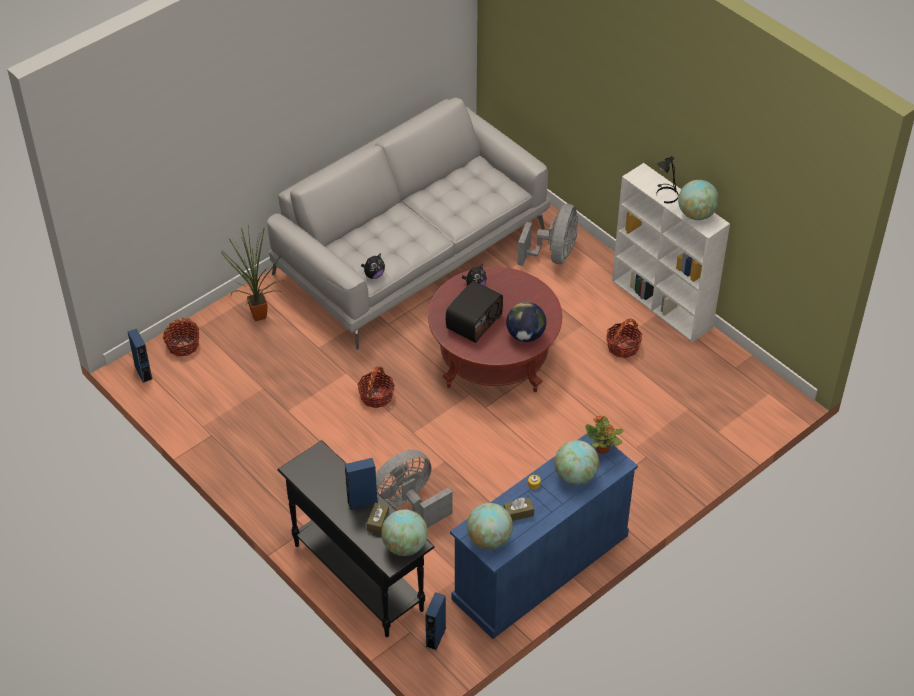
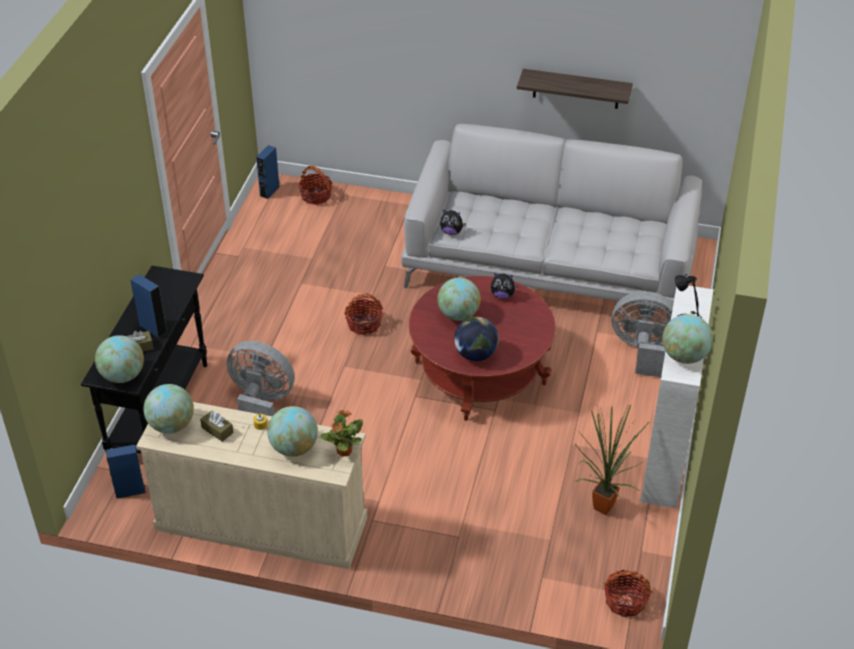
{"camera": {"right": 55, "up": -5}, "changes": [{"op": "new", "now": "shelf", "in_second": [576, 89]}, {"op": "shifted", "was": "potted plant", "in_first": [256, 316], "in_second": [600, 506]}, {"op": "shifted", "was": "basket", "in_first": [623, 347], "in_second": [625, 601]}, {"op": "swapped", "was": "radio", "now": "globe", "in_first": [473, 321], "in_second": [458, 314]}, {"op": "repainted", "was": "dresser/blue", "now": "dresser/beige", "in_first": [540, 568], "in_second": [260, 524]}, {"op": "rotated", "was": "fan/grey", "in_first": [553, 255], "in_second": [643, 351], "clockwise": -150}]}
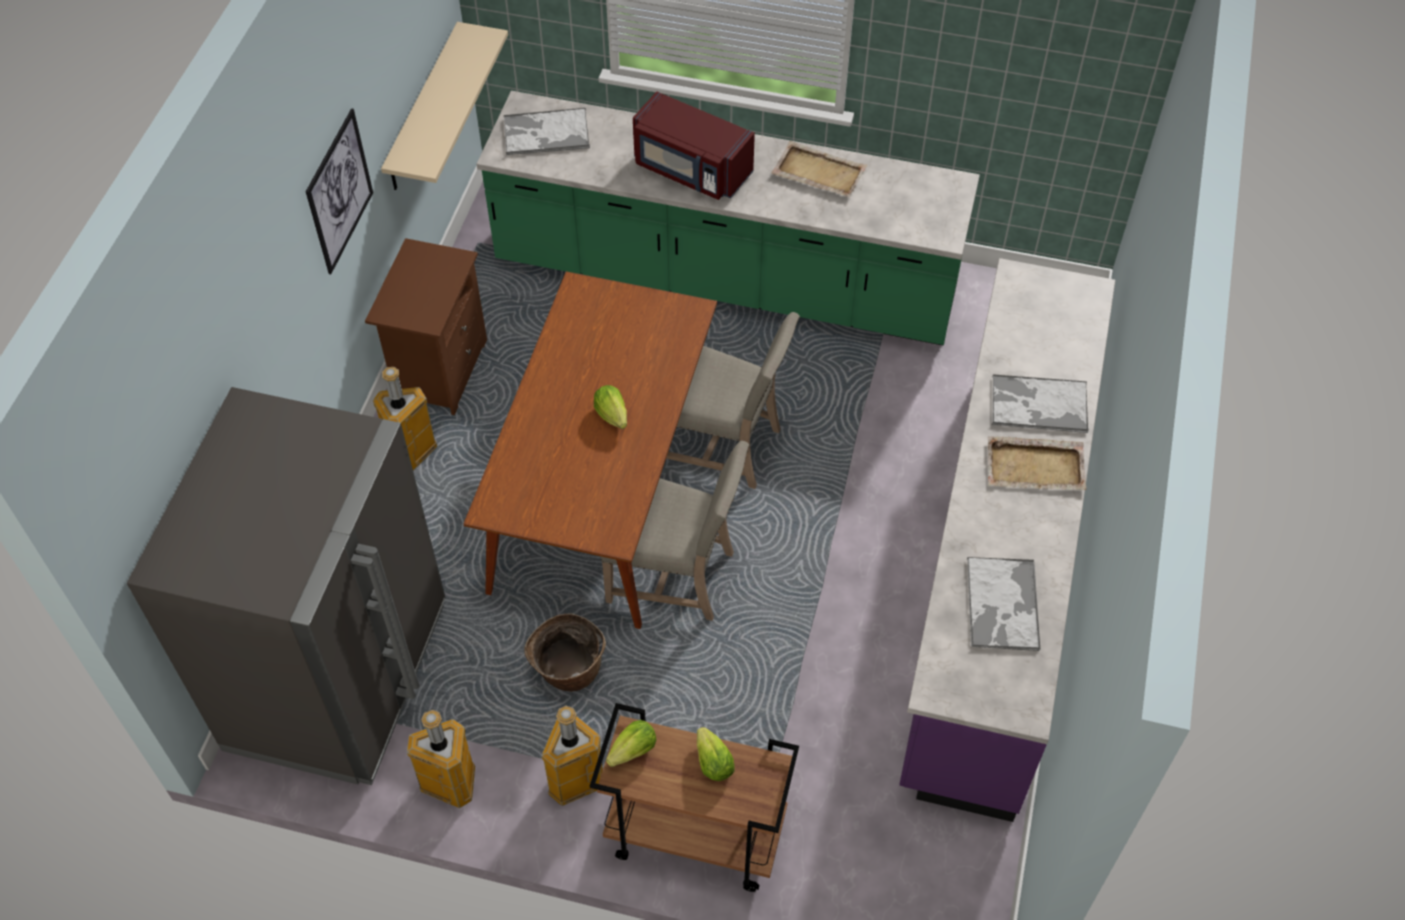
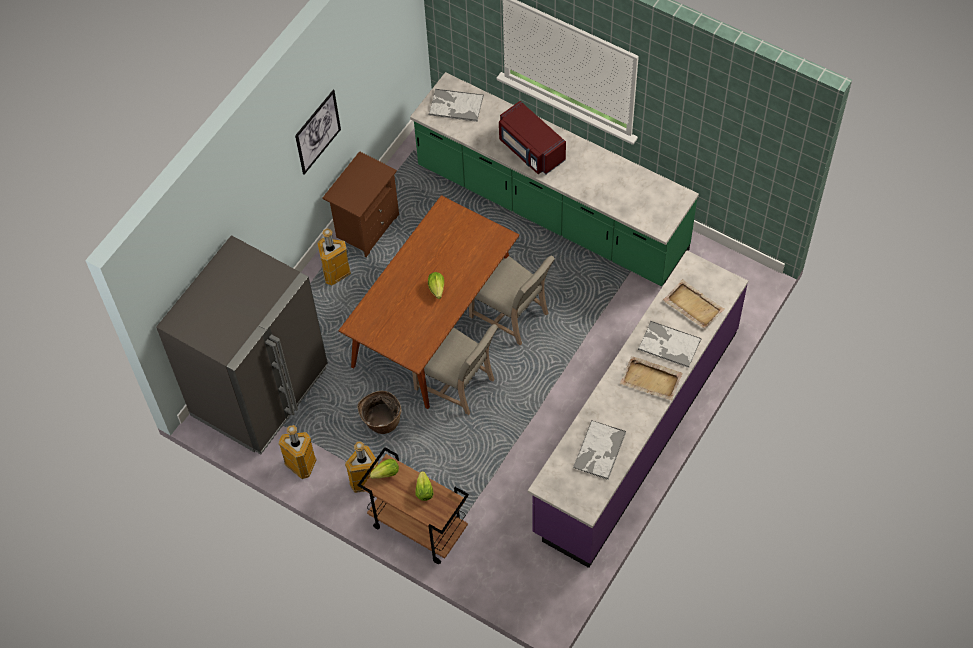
{"camera": {"right": 20, "up": 5}, "changes": [{"op": "gone", "was": "shelf/beige", "in_first": [423, 109]}, {"op": "shifted", "was": "tray/beige", "in_first": [818, 172], "in_second": [693, 305]}]}
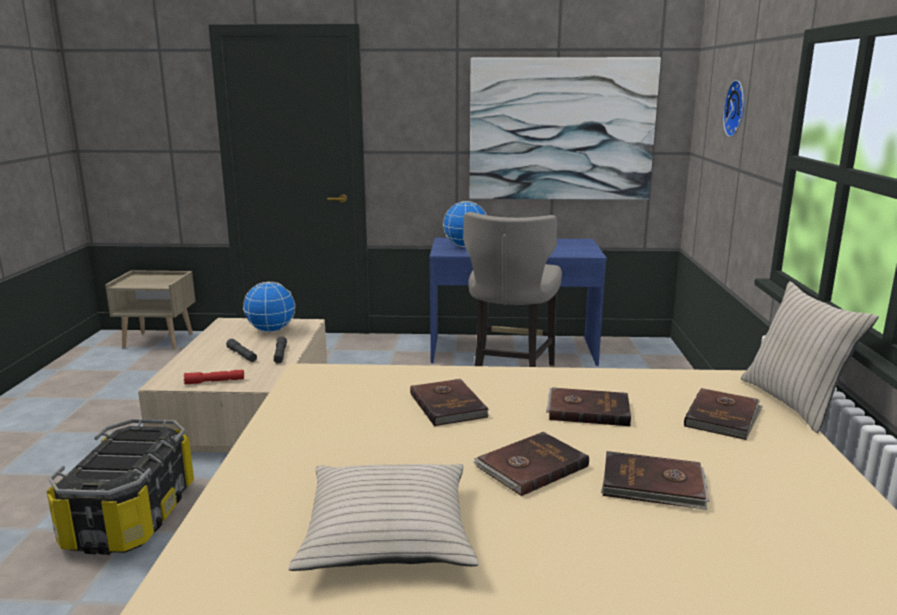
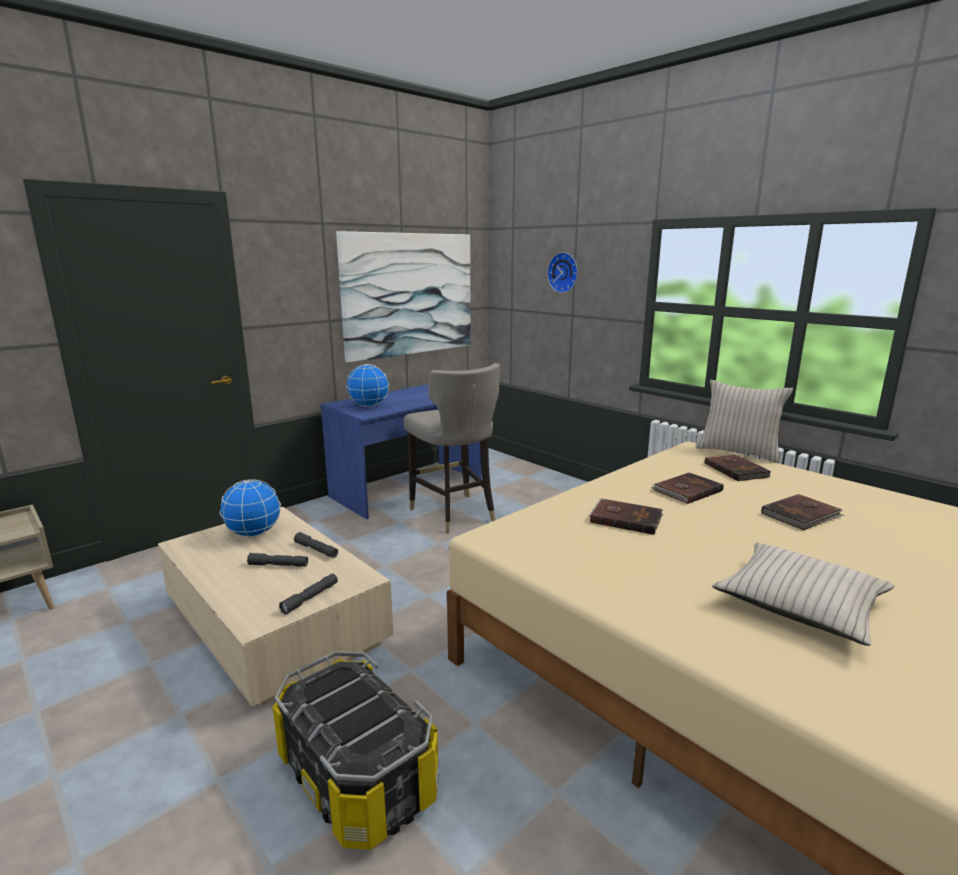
{"camera": {"right": -45, "up": 0}, "changes": [{"op": "gone", "was": "book/brown", "in_first": [530, 466]}, {"op": "repainted", "was": "flashlight/red", "now": "flashlight/grey", "in_first": [215, 381], "in_second": [310, 598]}]}
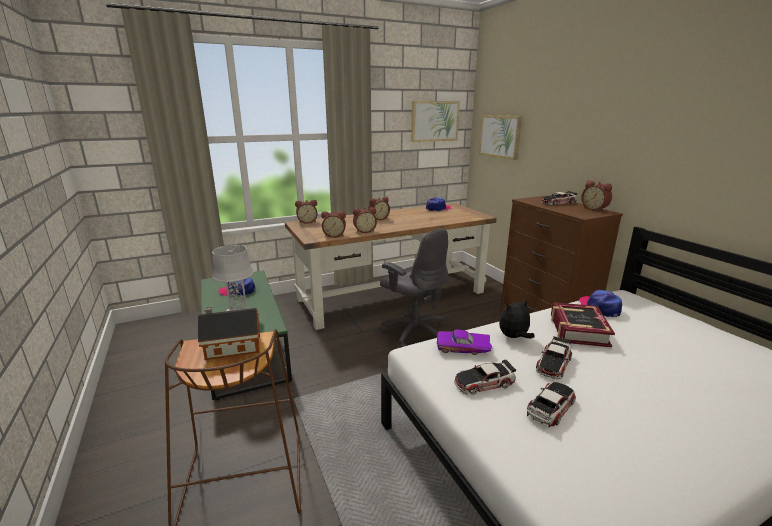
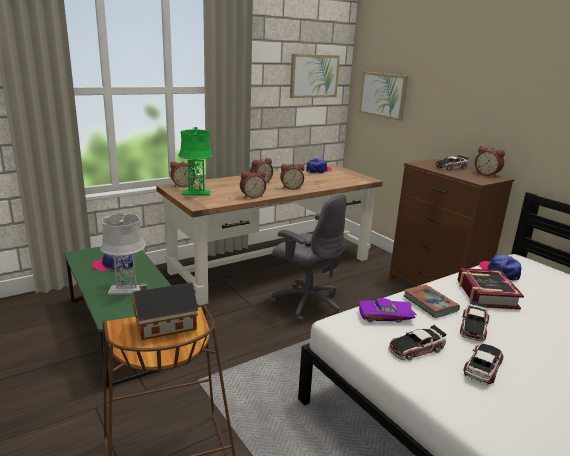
{"camera": {"right": -10, "up": 0}, "changes": [{"op": "new", "now": "table lamp/green", "in_second": [196, 193]}, {"op": "shifted", "was": "alarm clock", "in_first": [334, 235], "in_second": [291, 188]}, {"op": "swapped", "was": "plush toy", "now": "book", "in_first": [514, 337], "in_second": [430, 304]}]}
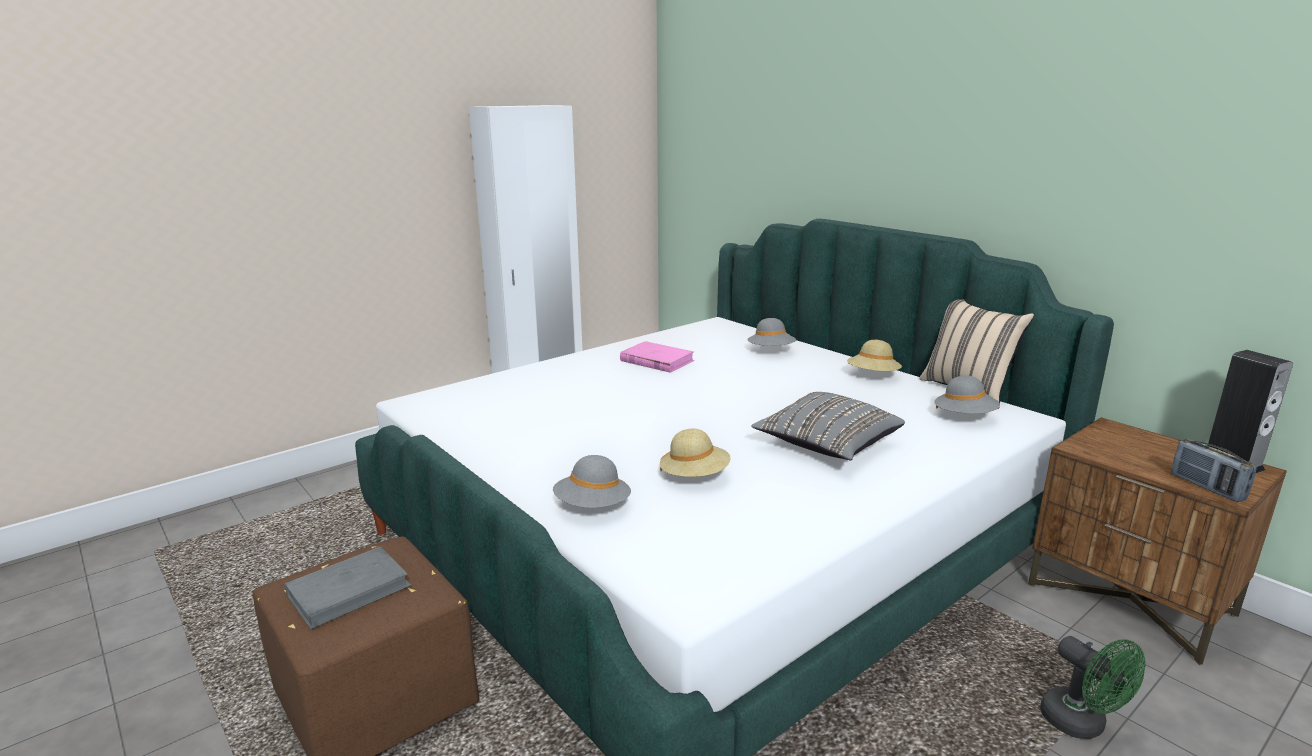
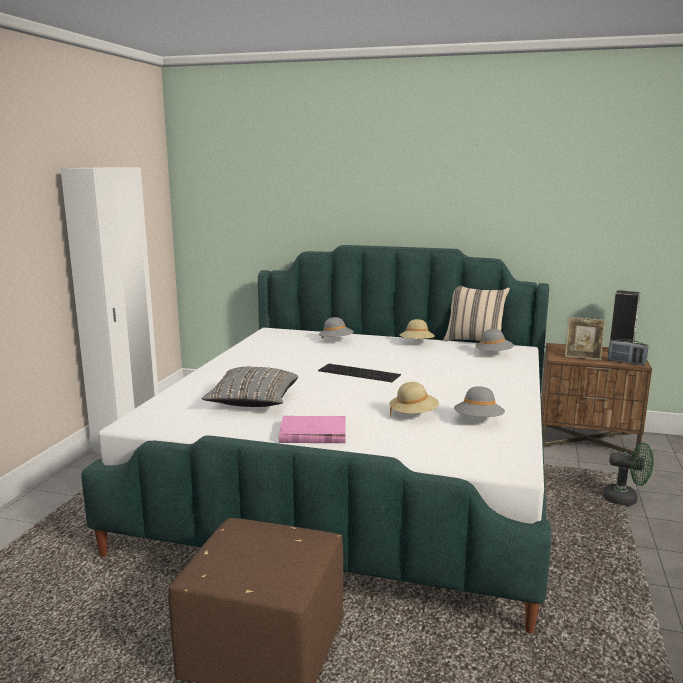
{"camera": {"right": -35, "up": -5}, "changes": [{"op": "gone", "was": "book/grey", "in_first": [349, 591]}, {"op": "new", "now": "keyboard", "in_second": [360, 372]}, {"op": "new", "now": "picture frame", "in_second": [582, 356]}, {"op": "shifted", "was": "hat/grey", "in_first": [592, 507], "in_second": [478, 421]}, {"op": "shifted", "was": "book/pink", "in_first": [656, 361], "in_second": [312, 434]}, {"op": "shifted", "was": "pillow/grey", "in_first": [826, 445], "in_second": [253, 403]}]}
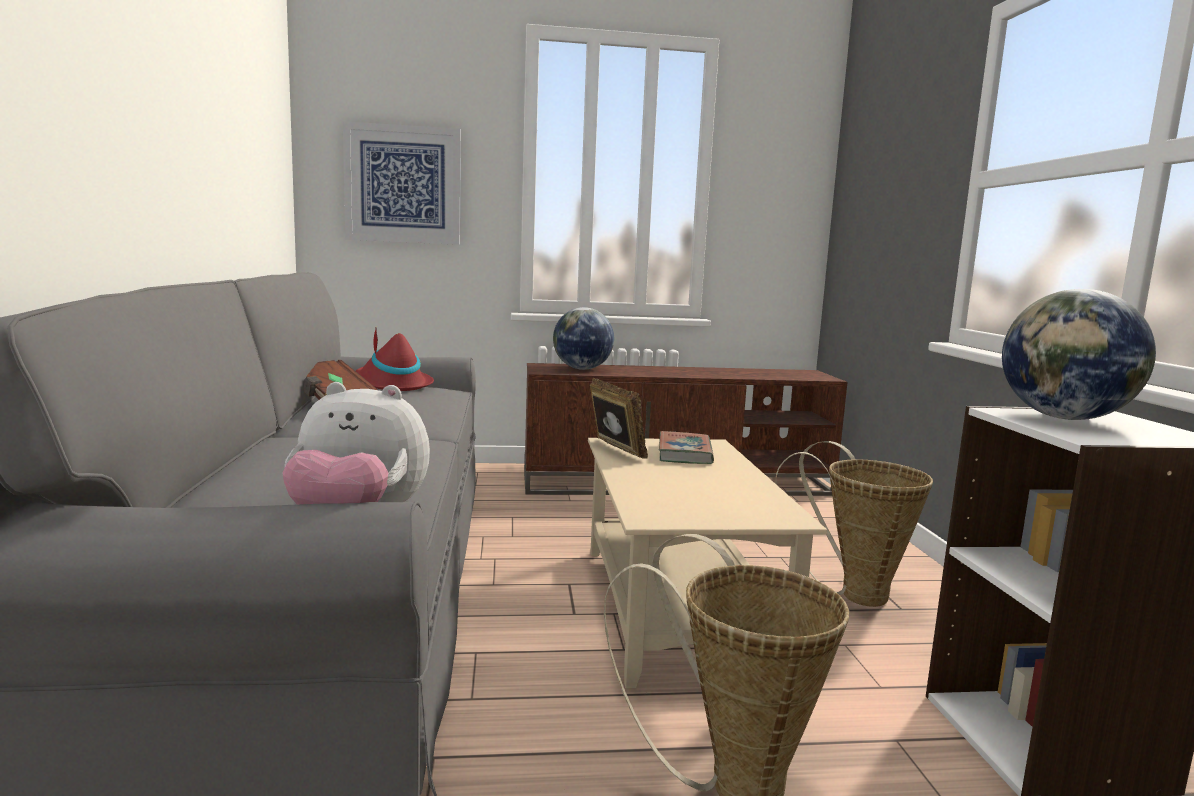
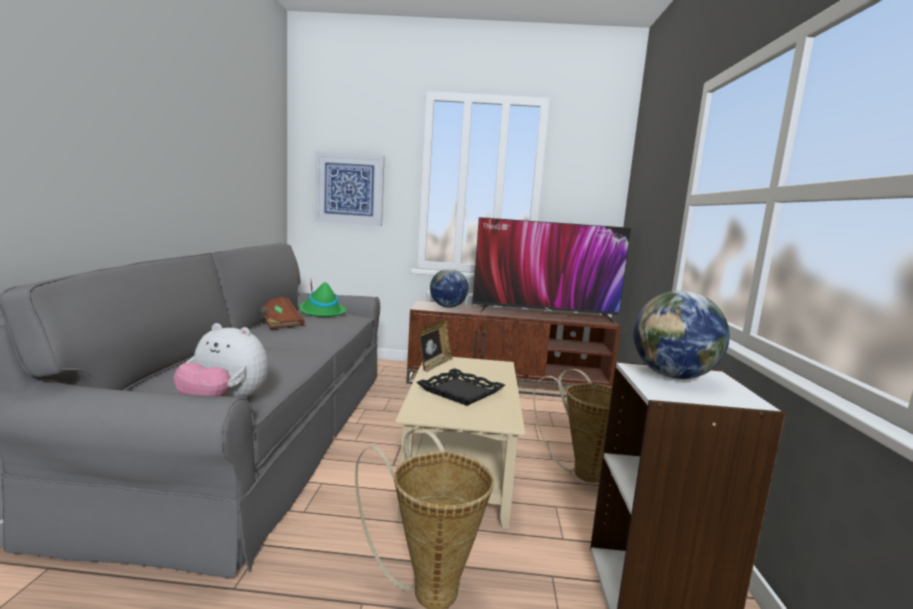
{"camera": {"right": 10, "up": 0}, "changes": [{"op": "gone", "was": "book", "in_first": [685, 453]}, {"op": "new", "now": "tray/black", "in_second": [461, 392]}, {"op": "new", "now": "television", "in_second": [544, 314]}, {"op": "repainted", "was": "hat/red", "now": "hat/green", "in_first": [392, 384], "in_second": [321, 312]}, {"op": "rotated", "was": "picture frame", "in_first": [614, 450], "in_second": [433, 365], "clockwise": 45}]}
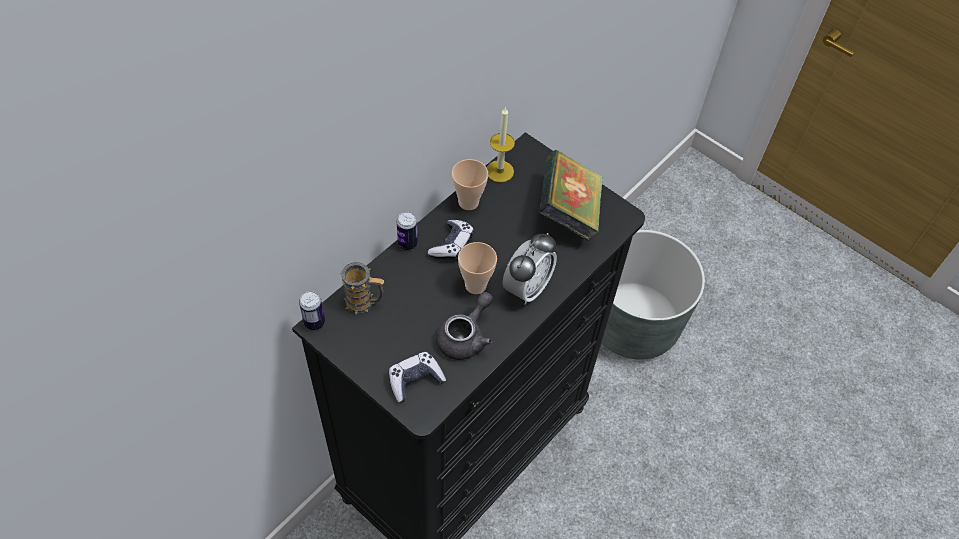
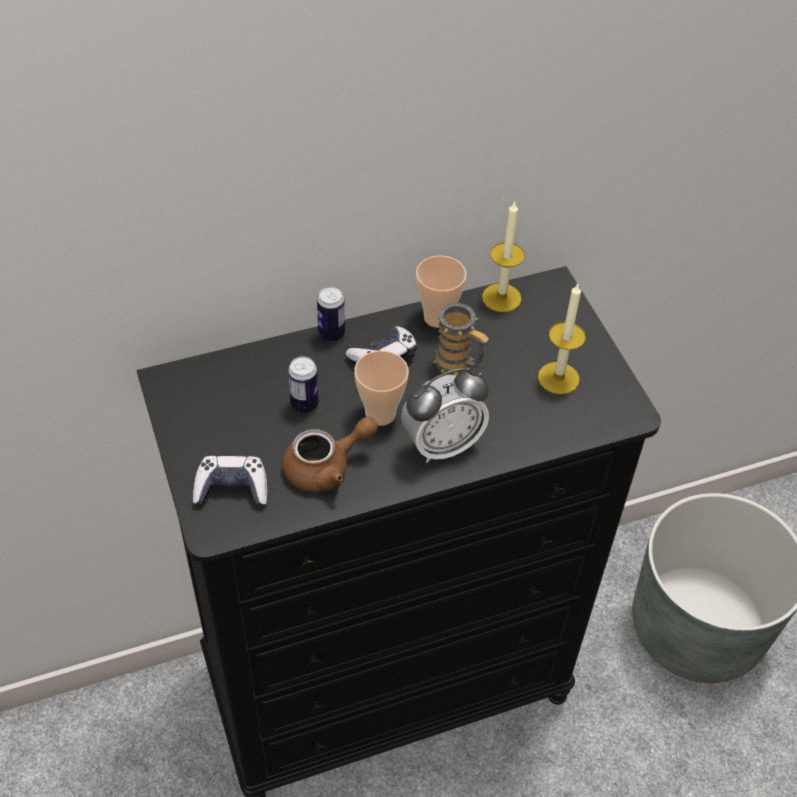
{"camera": {"right": 30, "up": -5}, "changes": [{"op": "shifted", "was": "can", "in_first": [314, 322], "in_second": [304, 404]}, {"op": "shifted", "was": "mug", "in_first": [364, 302], "in_second": [458, 365]}, {"op": "swapped", "was": "book", "now": "candle", "in_first": [568, 212], "in_second": [558, 378]}, {"op": "repainted", "was": "teapot/grey", "now": "teapot/brown", "in_first": [465, 337], "in_second": [326, 467]}]}
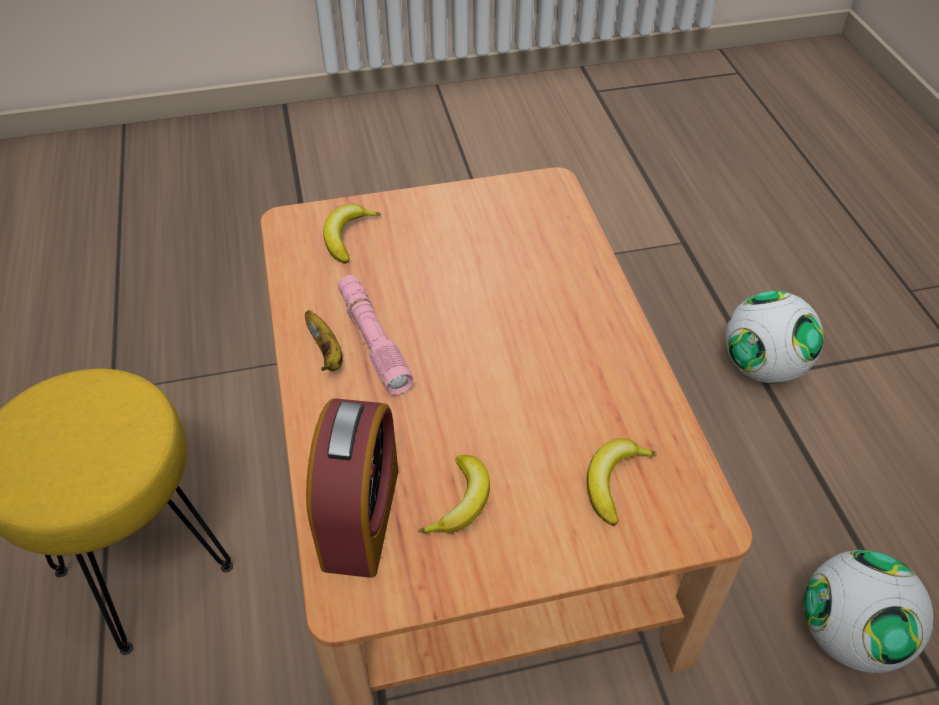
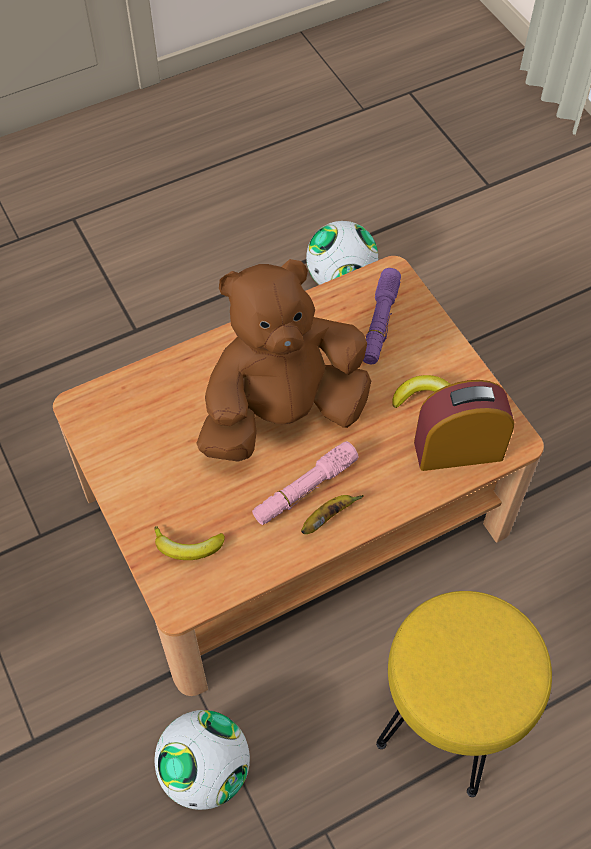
{"camera": {"right": -105, "up": 10}, "changes": [{"op": "new", "now": "plush toy/brown", "in_second": [282, 413]}, {"op": "shifted", "was": "football", "in_first": [762, 367], "in_second": [205, 770]}, {"op": "swapped", "was": "banana", "now": "flashlight/purple", "in_first": [613, 482], "in_second": [379, 322]}]}
